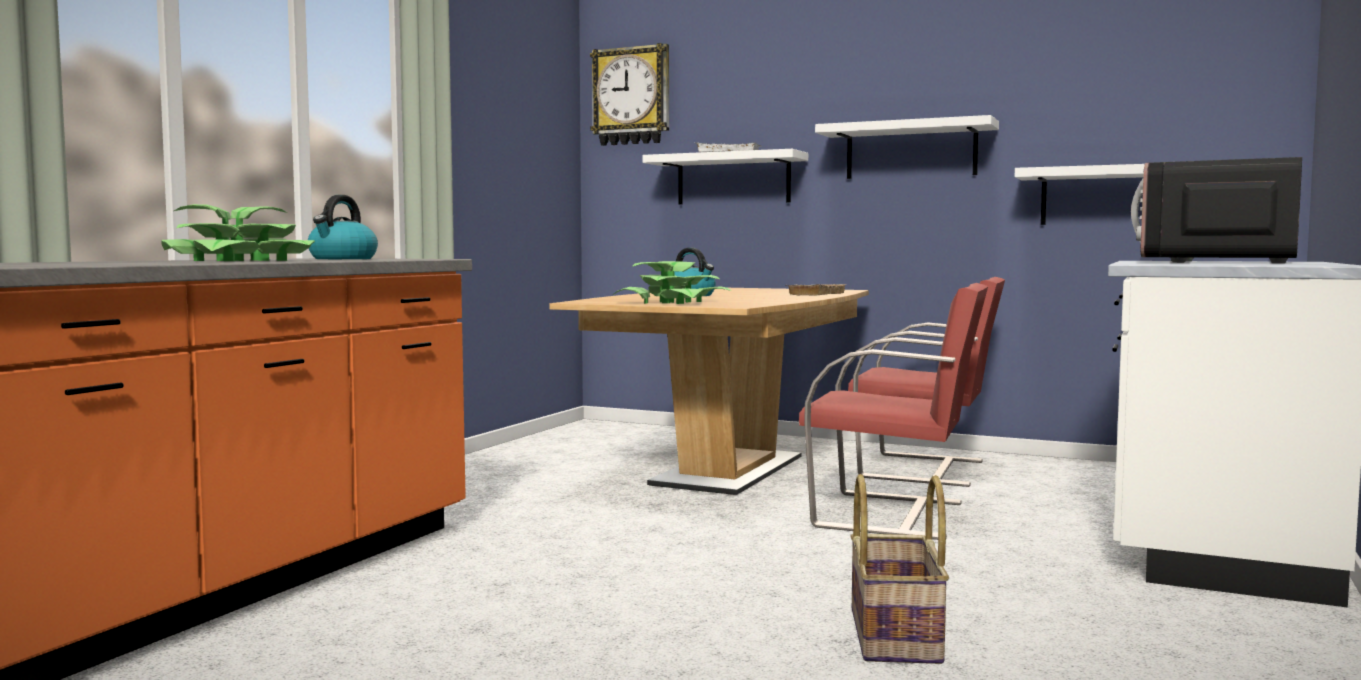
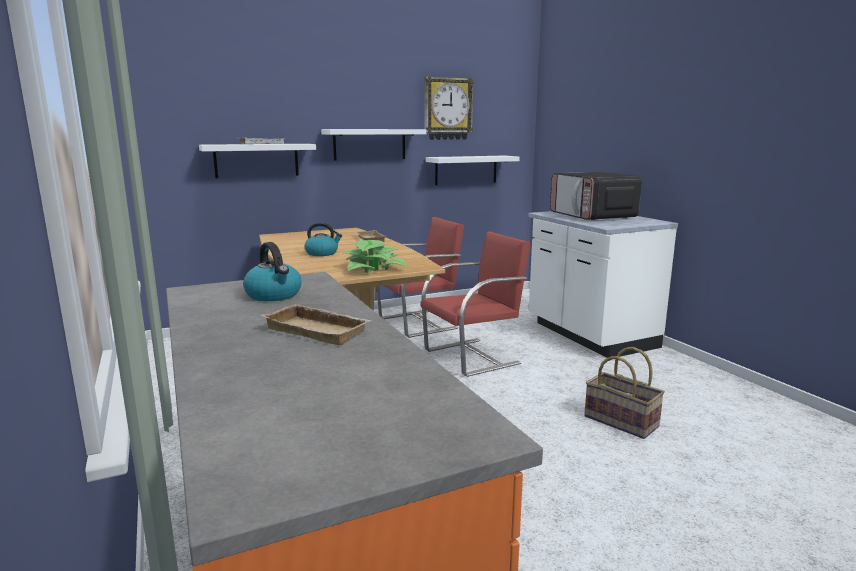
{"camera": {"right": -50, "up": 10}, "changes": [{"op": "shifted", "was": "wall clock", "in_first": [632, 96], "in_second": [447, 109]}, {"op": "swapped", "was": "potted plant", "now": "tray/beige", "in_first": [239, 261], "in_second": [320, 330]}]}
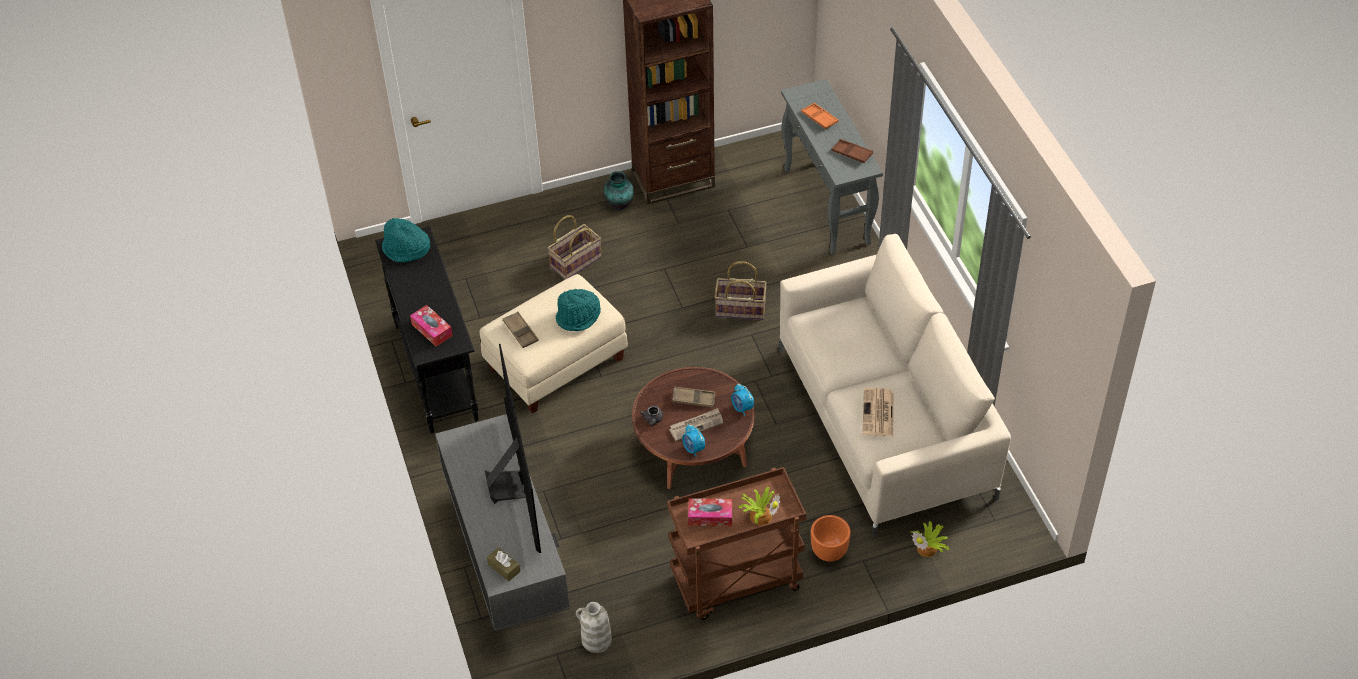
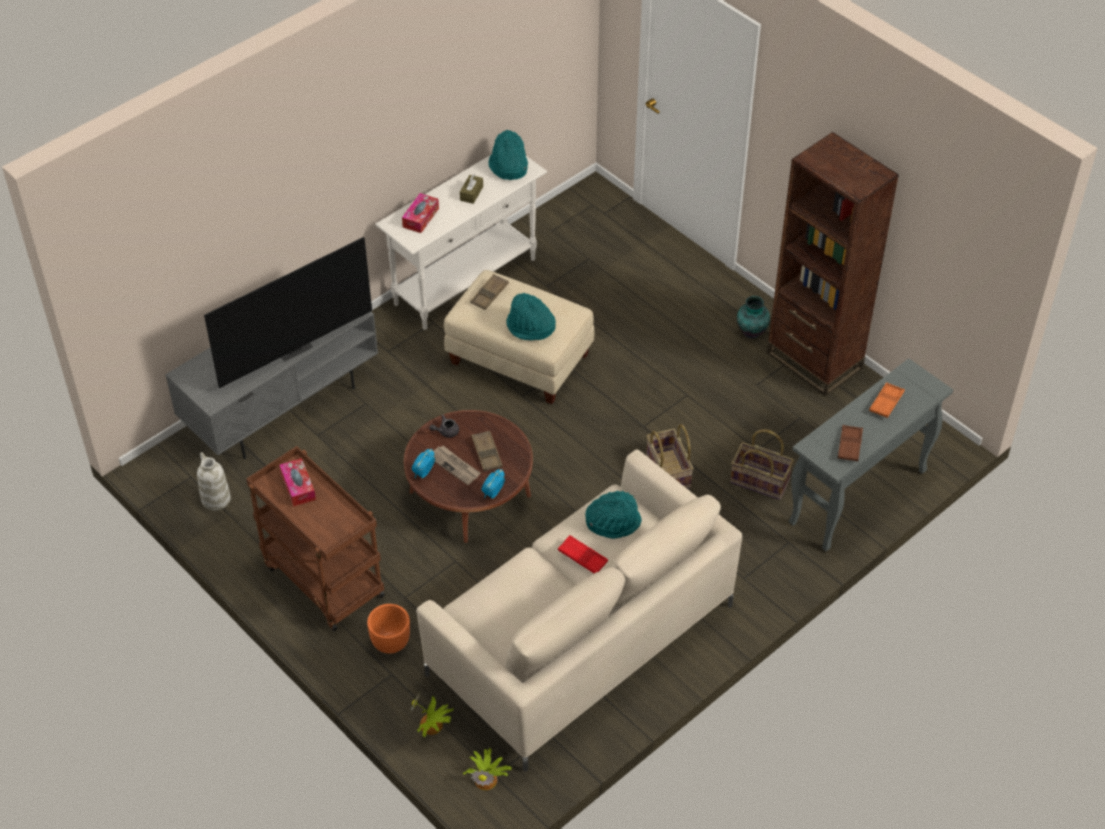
{"camera": {"right": 65, "up": 0}, "changes": [{"op": "gone", "was": "newspaper", "in_first": [878, 413]}, {"op": "new", "now": "tray/red", "in_second": [582, 557]}, {"op": "new", "now": "hat/turquoise", "in_second": [613, 521]}, {"op": "shifted", "was": "tissue box/brown", "in_first": [504, 568], "in_second": [471, 193]}, {"op": "shifted", "was": "basket", "in_first": [575, 261], "in_second": [760, 481]}, {"op": "shifted", "was": "potted plant", "in_first": [760, 515], "in_second": [487, 778]}, {"op": "repainted", "was": "console table/black", "now": "console table/white", "in_first": [436, 372], "in_second": [466, 281]}]}
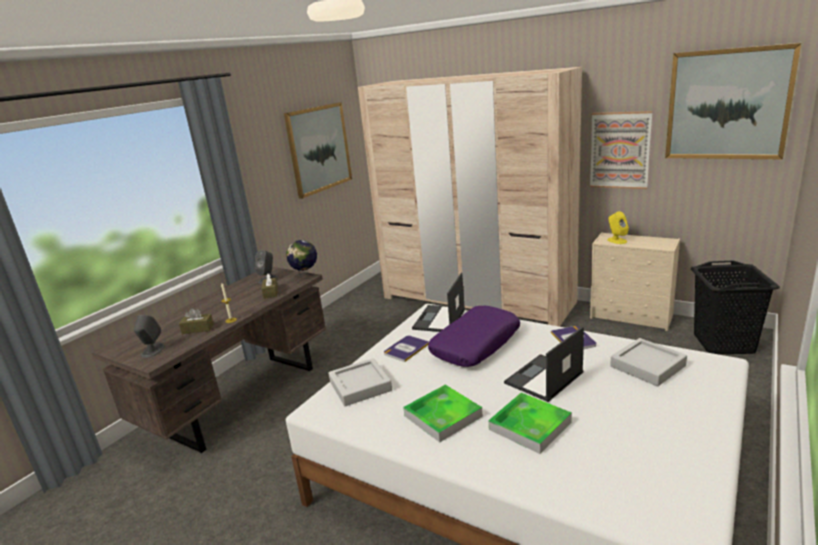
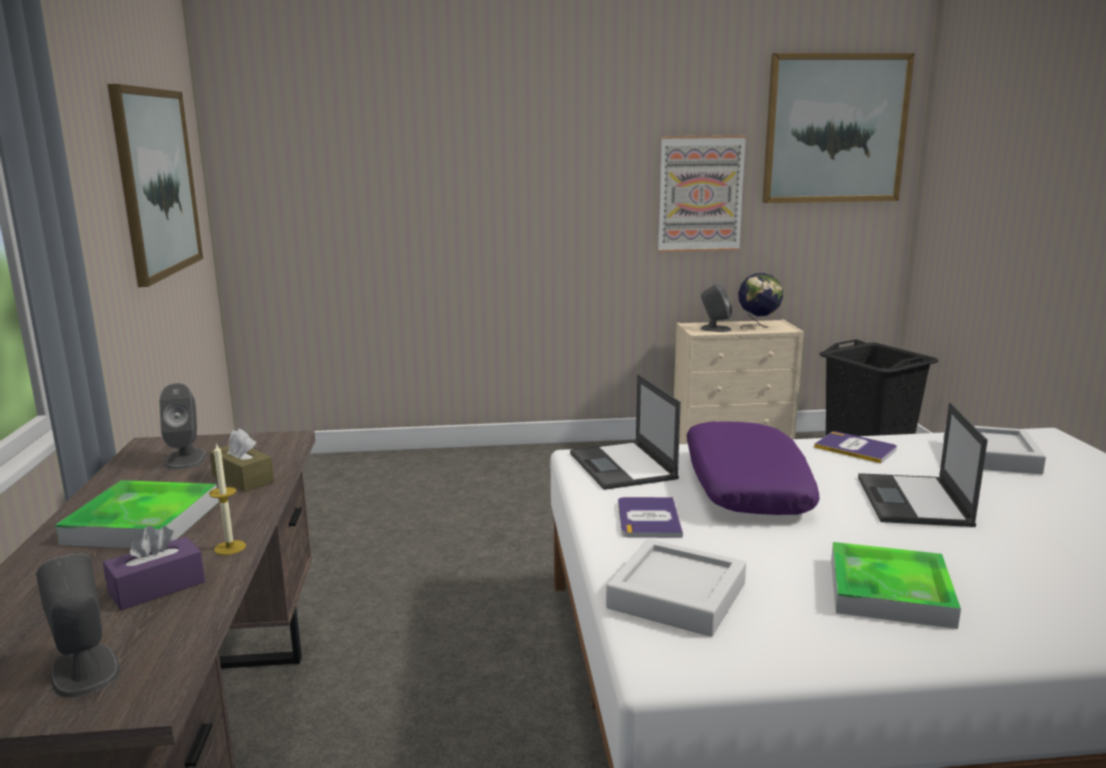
{"camera": {"right": -40, "up": -5}, "changes": [{"op": "gone", "was": "wardrobe/beige", "in_first": [476, 300]}, {"op": "shifted", "was": "globe", "in_first": [305, 277], "in_second": [758, 327]}, {"op": "shifted", "was": "tray", "in_first": [530, 426], "in_second": [143, 522]}, {"op": "repainted", "was": "tissue box/brown", "now": "tissue box/purple", "in_first": [198, 329], "in_second": [157, 587]}, {"op": "repainted", "was": "speaker/yellow", "now": "speaker/grey", "in_first": [616, 240], "in_second": [715, 329]}]}
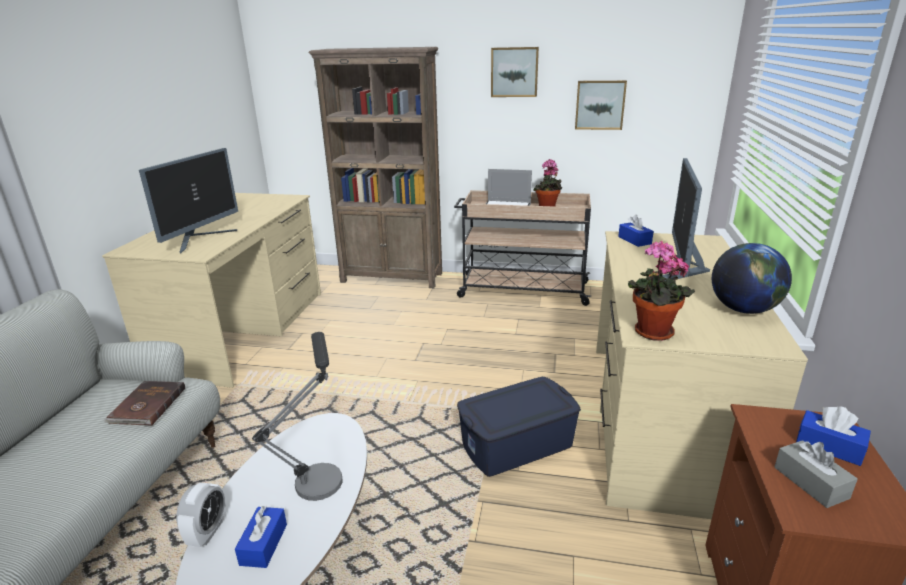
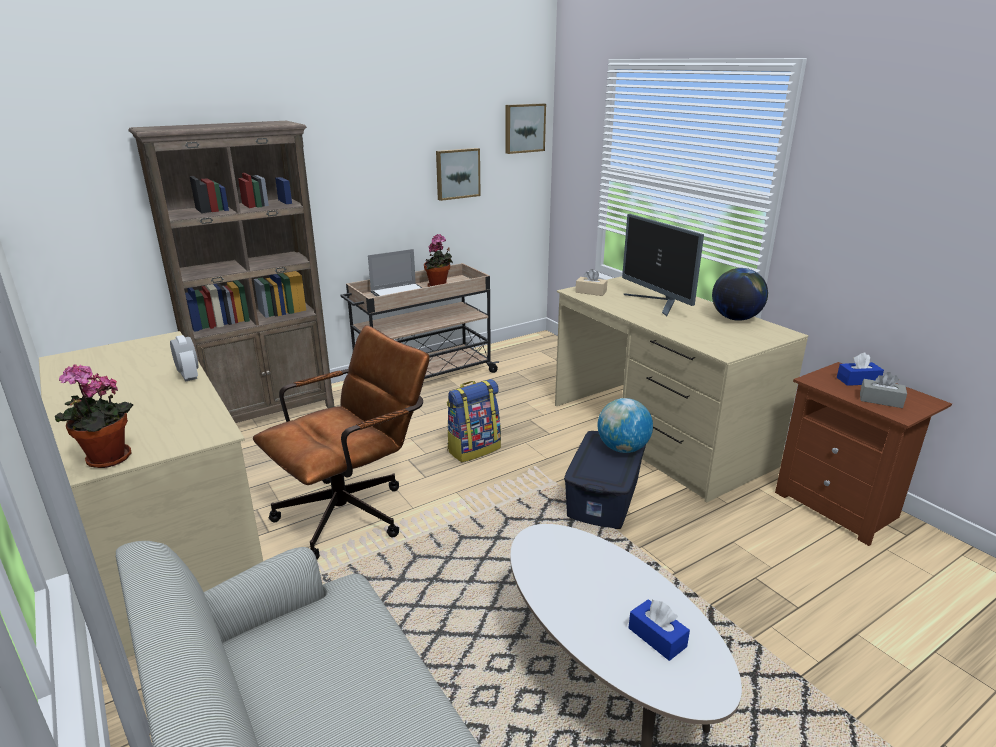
{"camera": {"right": -45, "up": 0}, "changes": [{"op": "gone", "was": "book/brown", "in_first": [147, 405]}, {"op": "gone", "was": "monitor", "in_first": [201, 239]}, {"op": "gone", "was": "table lamp", "in_first": [320, 472]}, {"op": "new", "now": "office chair/brown", "in_second": [353, 511]}, {"op": "new", "now": "backpack", "in_second": [473, 449]}, {"op": "new", "now": "globe", "in_second": [622, 448]}, {"op": "shifted", "was": "alarm clock", "in_first": [207, 532], "in_second": [188, 376]}, {"op": "shifted", "was": "picture", "in_first": [514, 72], "in_second": [524, 128]}, {"op": "shifted", "was": "potted plant", "in_first": [651, 333], "in_second": [106, 460]}, {"op": "repainted", "was": "tissue box/blue", "now": "tissue box/beige", "in_first": [634, 240], "in_second": [591, 292]}]}
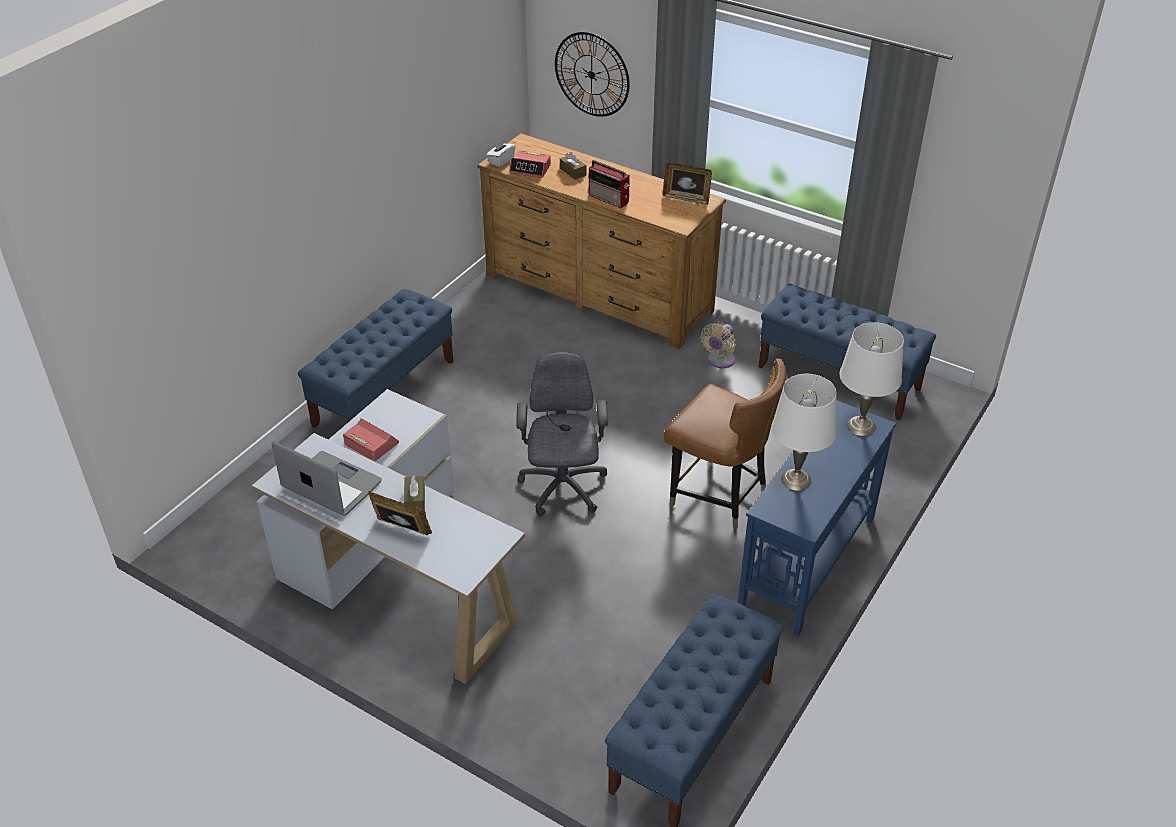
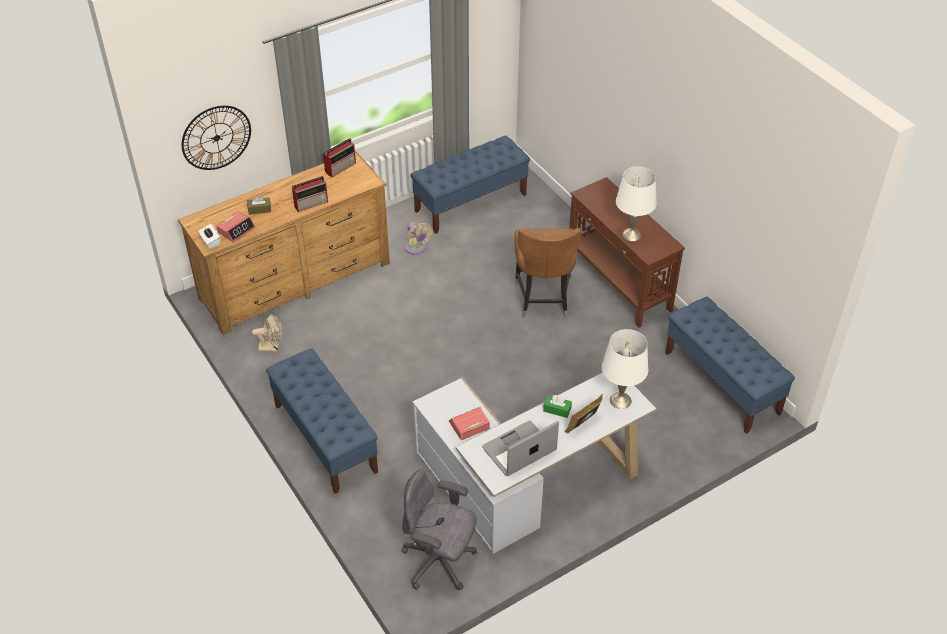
{"camera": {"right": -65, "up": 5}, "changes": [{"op": "new", "now": "fan/beige", "in_second": [272, 347]}, {"op": "shifted", "was": "office chair/grey", "in_first": [563, 488], "in_second": [439, 562]}, {"op": "shifted", "was": "table lamp/white", "in_first": [861, 425], "in_second": [620, 400]}, {"op": "swapped", "was": "picture frame", "now": "radio", "in_first": [686, 198], "in_second": [341, 167]}, {"op": "repainted", "was": "tissue box/brown", "now": "tissue box/green", "in_first": [415, 499], "in_second": [557, 409]}, {"op": "repainted", "was": "console table/blue", "now": "console table/brown", "in_first": [806, 561], "in_second": [618, 283]}, {"op": "rotated", "was": "chair/brown", "in_first": [719, 496], "in_second": [543, 299], "clockwise": 120}]}
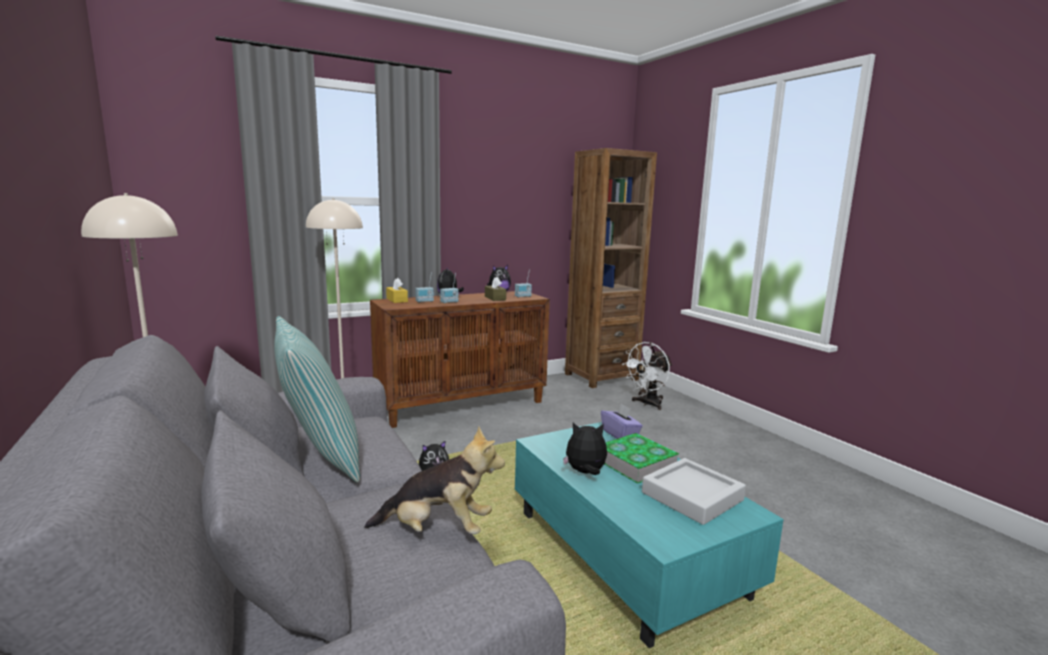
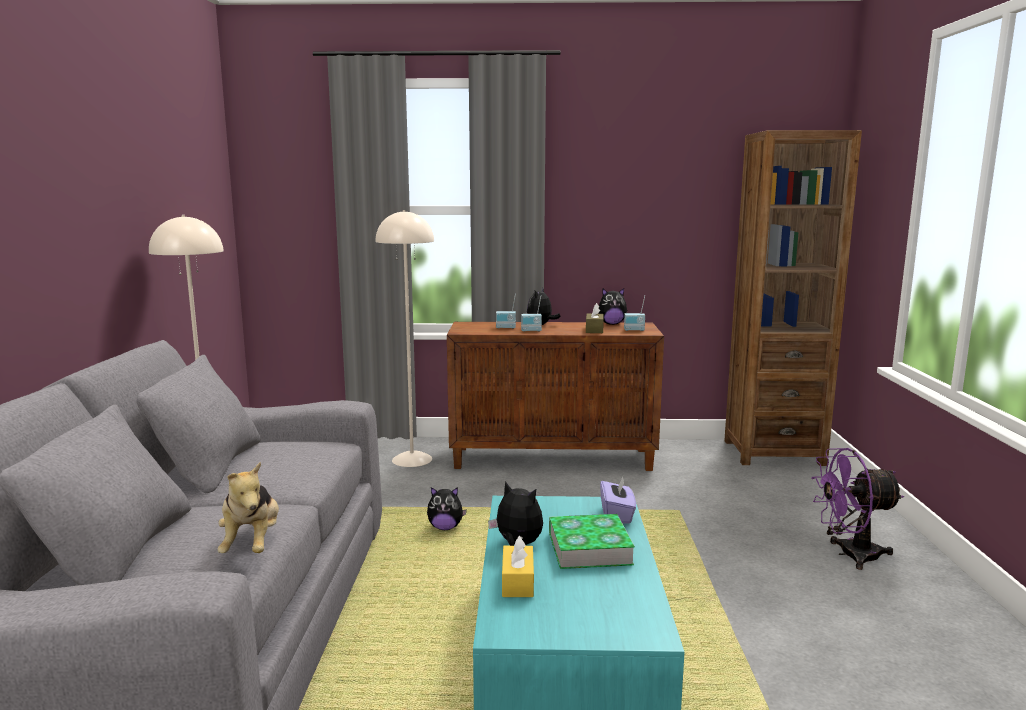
{"camera": {"right": 30, "up": 0}, "changes": [{"op": "gone", "was": "pillow", "in_first": [319, 456]}, {"op": "gone", "was": "fan/white", "in_first": [647, 404]}, {"op": "gone", "was": "tray/grey", "in_first": [692, 496]}, {"op": "new", "now": "fan/purple", "in_second": [849, 555]}, {"op": "shifted", "was": "tissue box/yellow", "in_first": [397, 300], "in_second": [517, 582]}, {"op": "rotated", "was": "plush toy", "in_first": [438, 530], "in_second": [252, 544], "clockwise": 45}]}
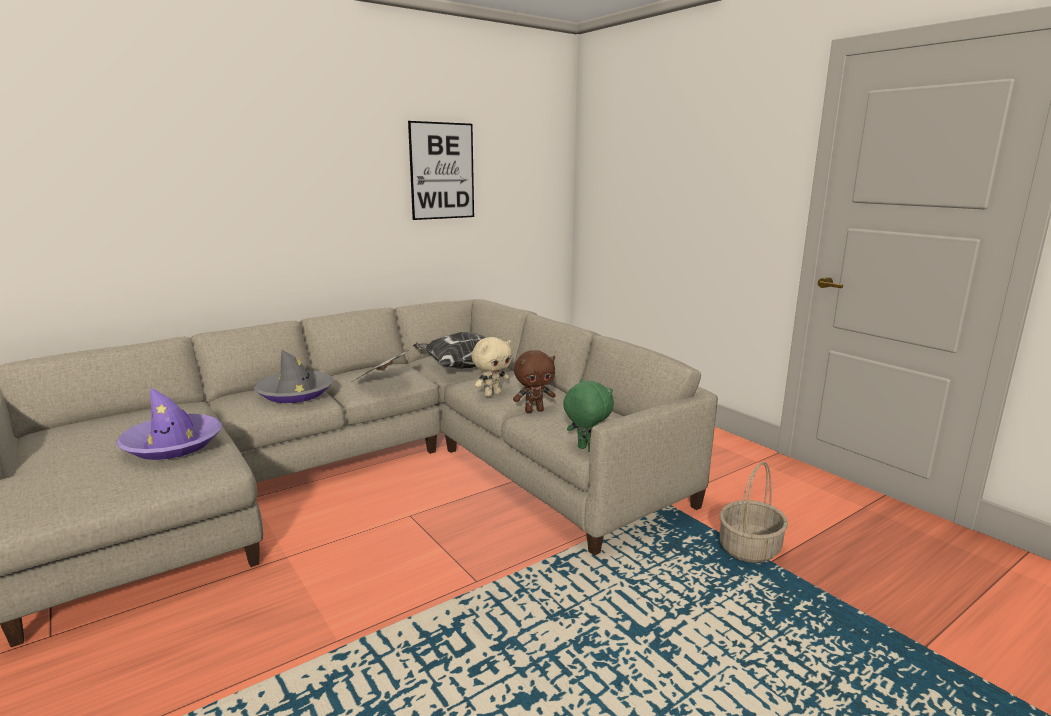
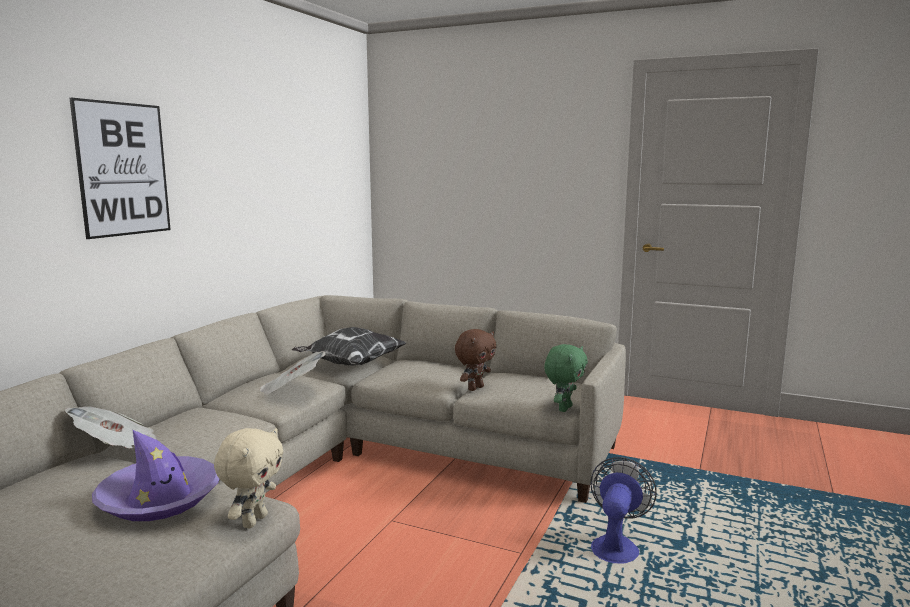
{"camera": {"right": -30, "up": -5}, "changes": [{"op": "gone", "was": "hat/grey", "in_first": [295, 393]}, {"op": "gone", "was": "basket", "in_first": [749, 549]}, {"op": "new", "now": "newspaper", "in_second": [119, 449]}, {"op": "new", "now": "fan", "in_second": [616, 545]}, {"op": "shifted", "was": "picture", "in_first": [442, 171], "in_second": [123, 169]}, {"op": "shifted", "was": "plush toy/beige", "in_first": [492, 394], "in_second": [253, 521]}, {"op": "rotated", "was": "plush toy/green", "in_first": [586, 450], "in_second": [564, 408], "clockwise": 105}]}
